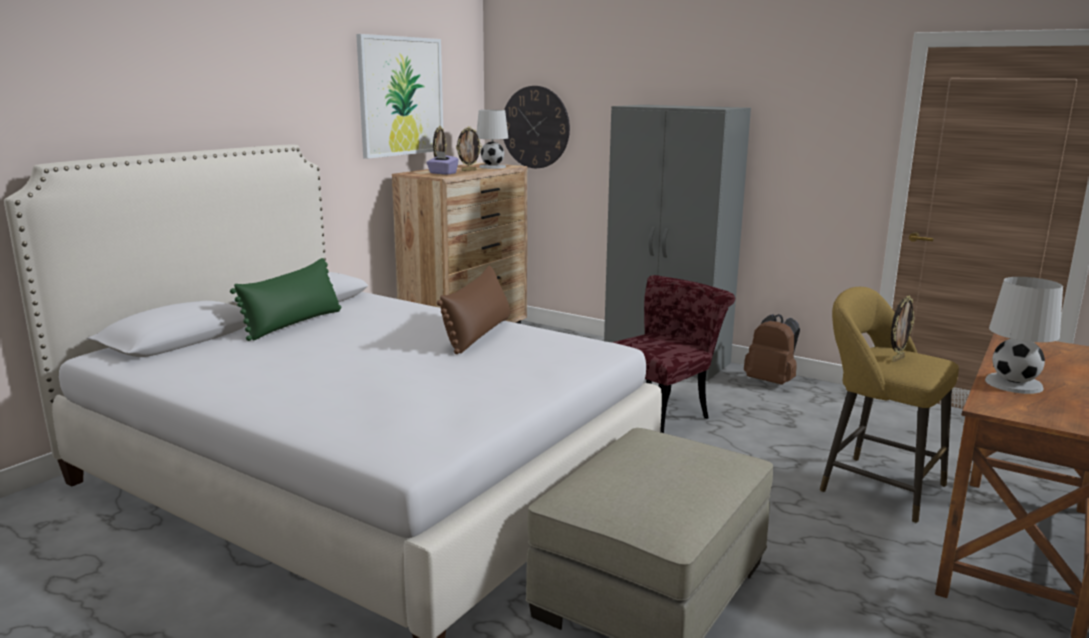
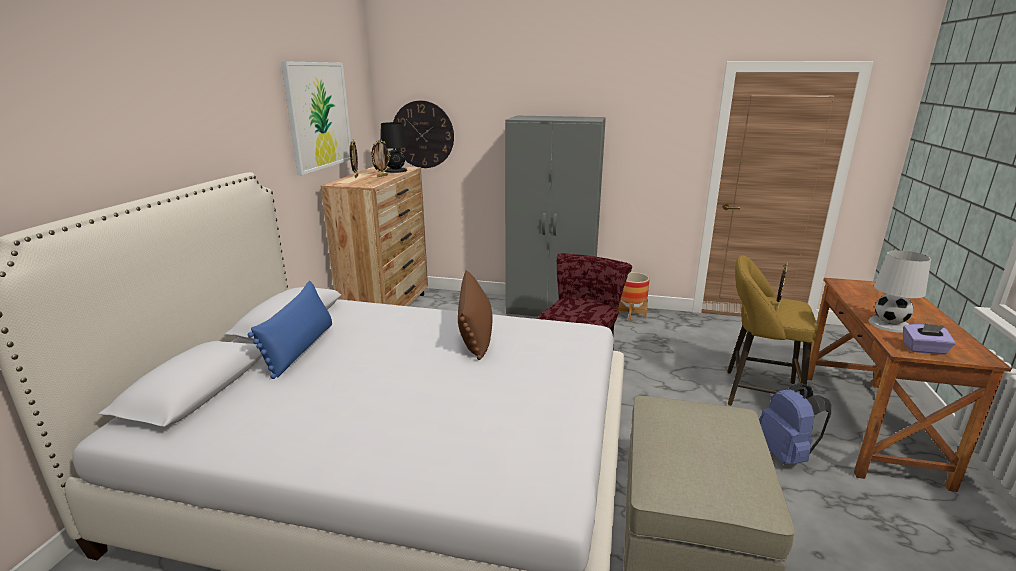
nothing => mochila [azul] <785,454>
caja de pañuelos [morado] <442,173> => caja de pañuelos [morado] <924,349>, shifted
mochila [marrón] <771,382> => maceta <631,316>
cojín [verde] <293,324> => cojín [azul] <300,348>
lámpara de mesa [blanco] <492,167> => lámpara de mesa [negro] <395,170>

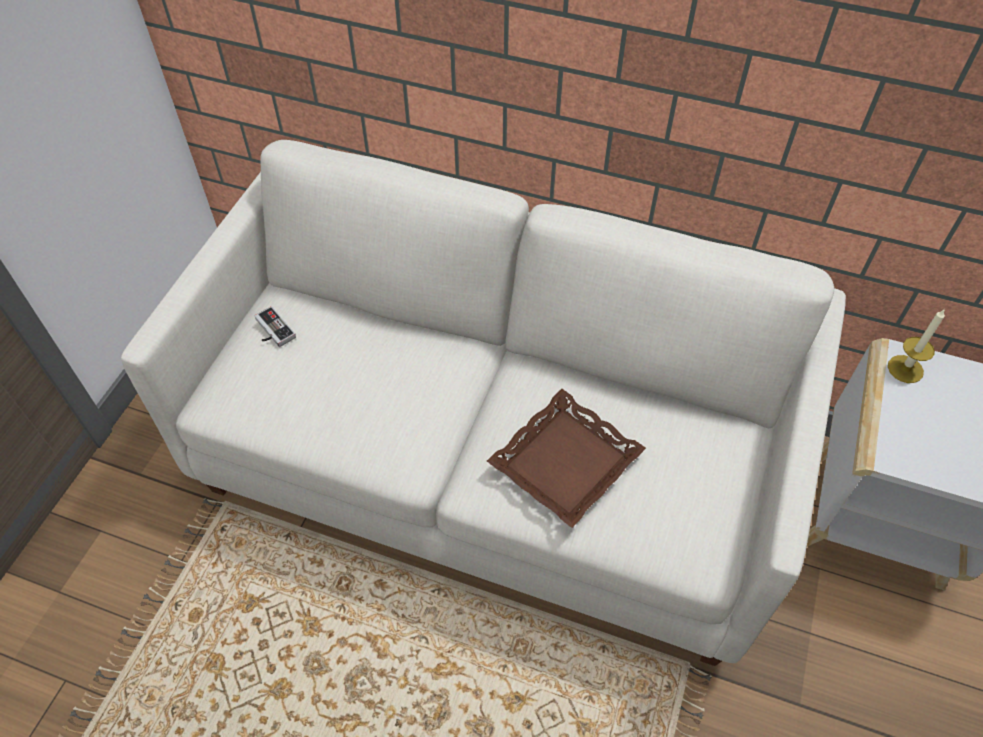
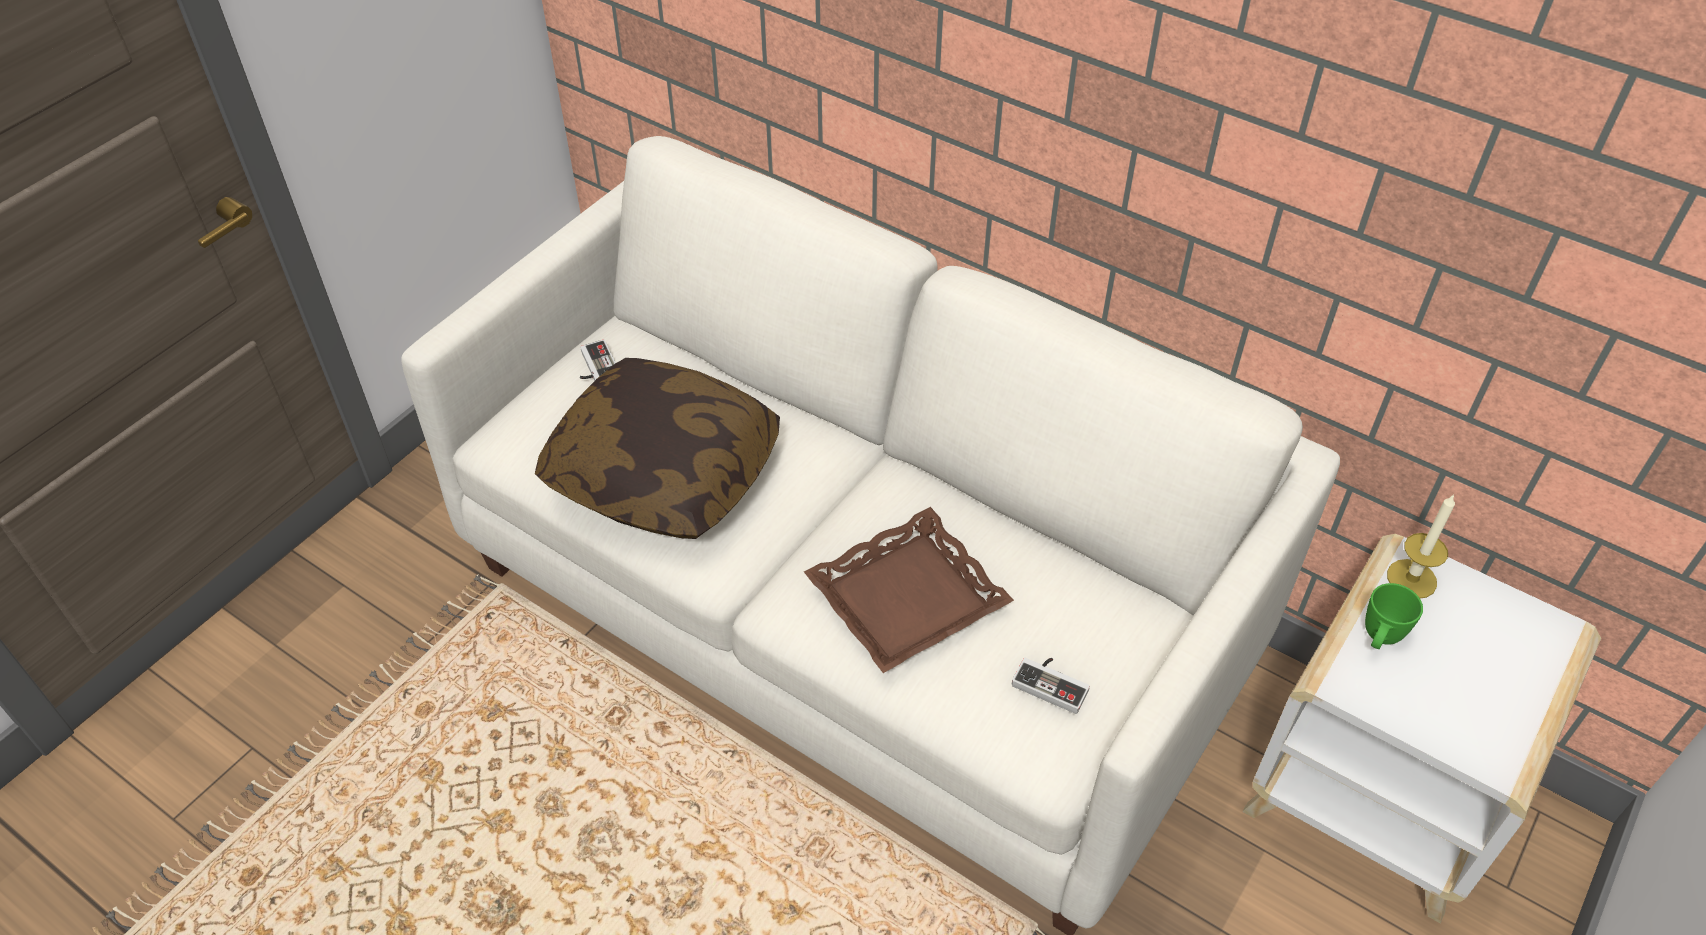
nothing => cojín <664,473>
nothing => mando de consola <1052,683>
nothing => taza grande [verde] <1379,639>

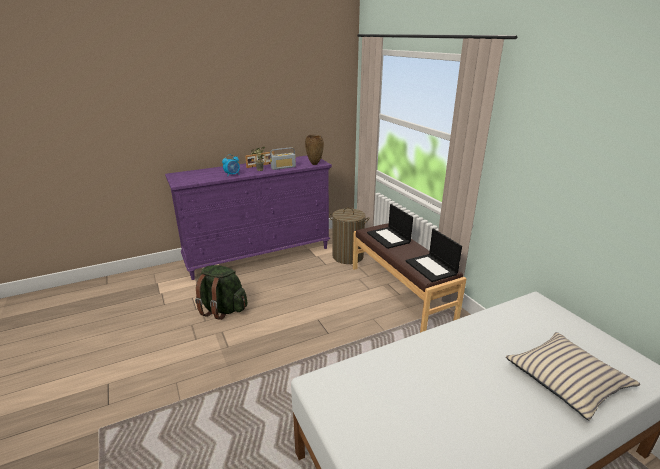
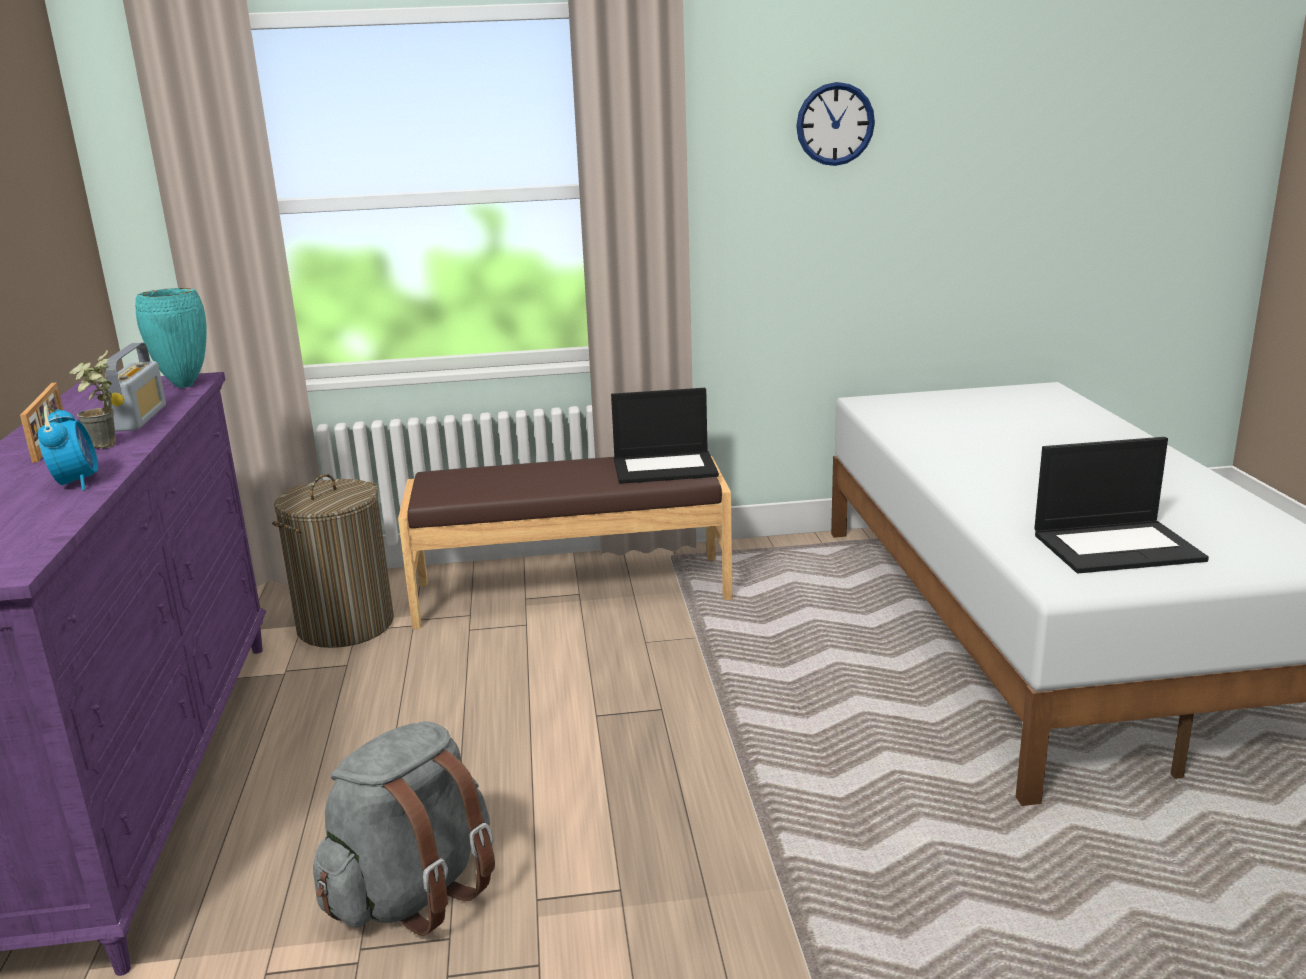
cojín [beis] <566,380> => nothing
nothing => reloj de pared <835,124>
portátil <389,238> => portátil <1118,546>, shifted
mochila [verde] <222,309> => mochila [gris] <413,892>
florero [marrón] <315,164> => florero [turquesa] <185,385>

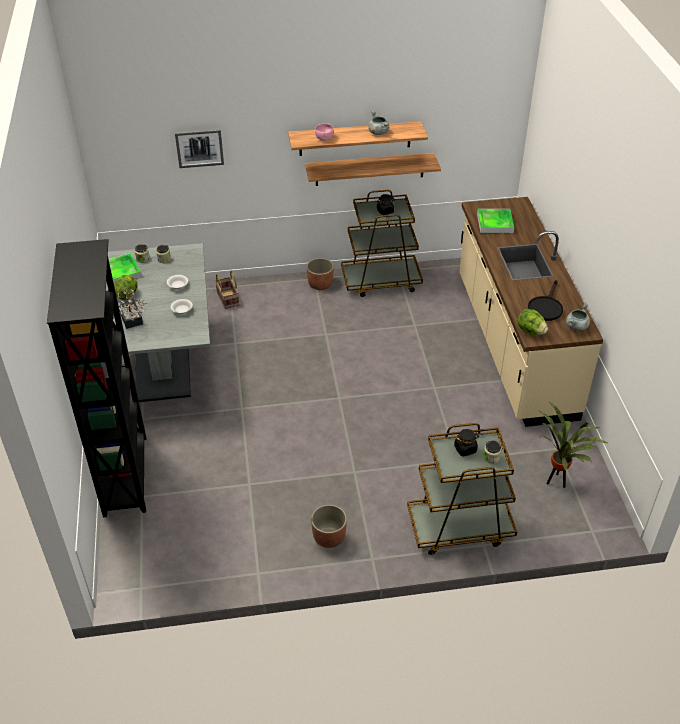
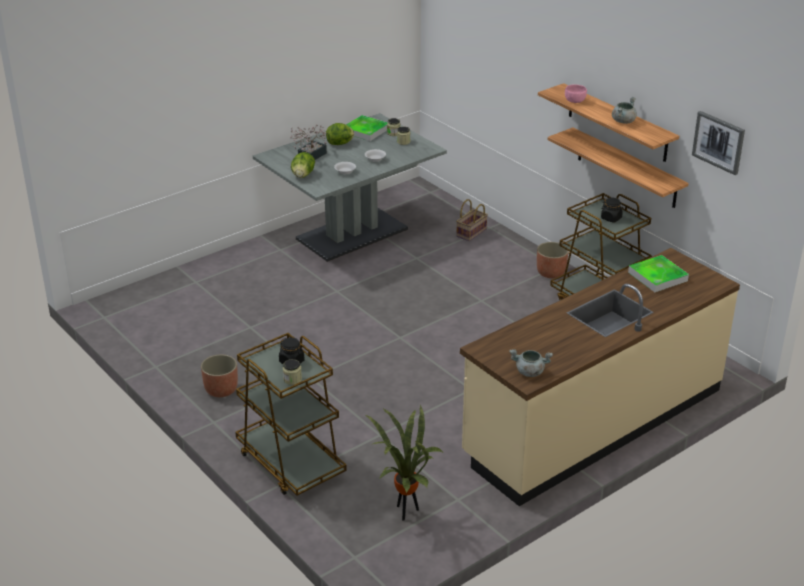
estantería [negro] <126,475> => nothing
sartén [negro] <545,307> => nothing
cuadro <199,147> => cuadro <719,142>, shifted
lechuga <530,331> => lechuga <303,175>, shifted

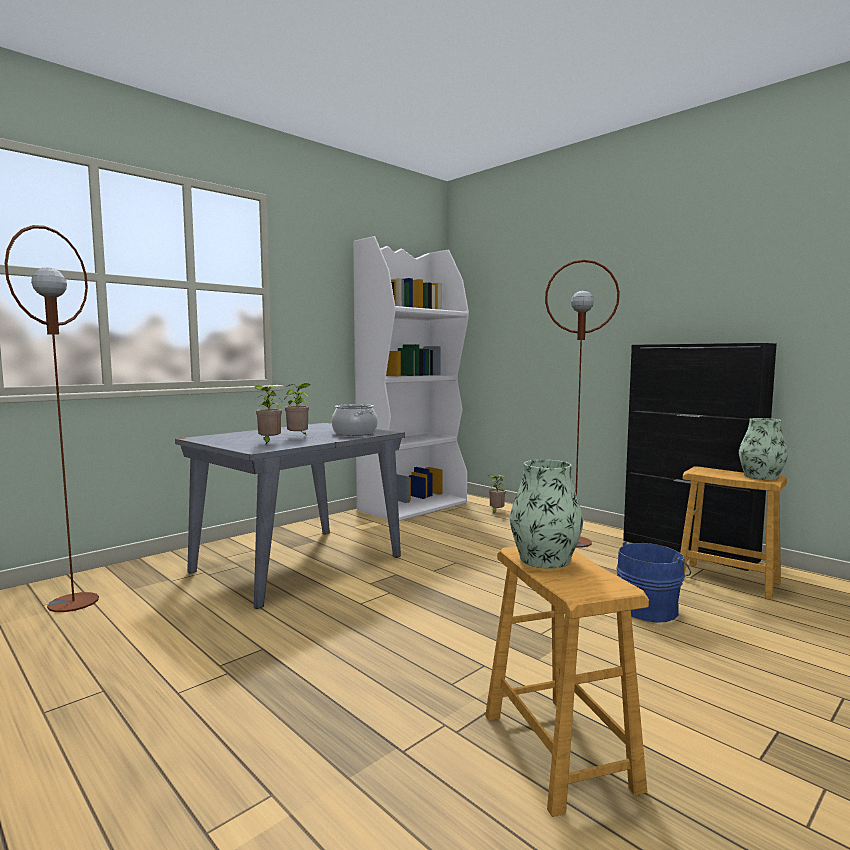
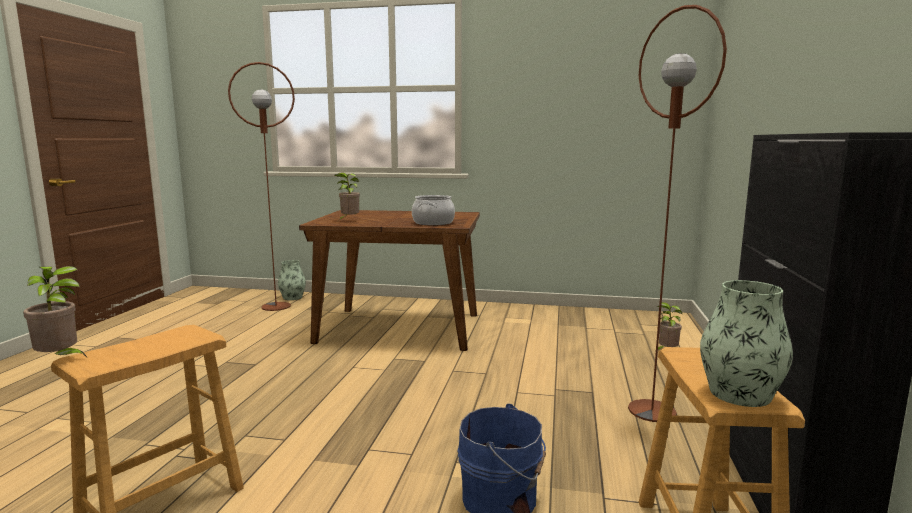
estantería [blanco] <413,506> => nothing
planta en maceta <299,437> => planta en maceta <60,360>, shifted
florero <545,559> => florero <292,297>, shifted
mesa de comedor [gris] <297,564> => mesa de comedor [marrón] <398,328>

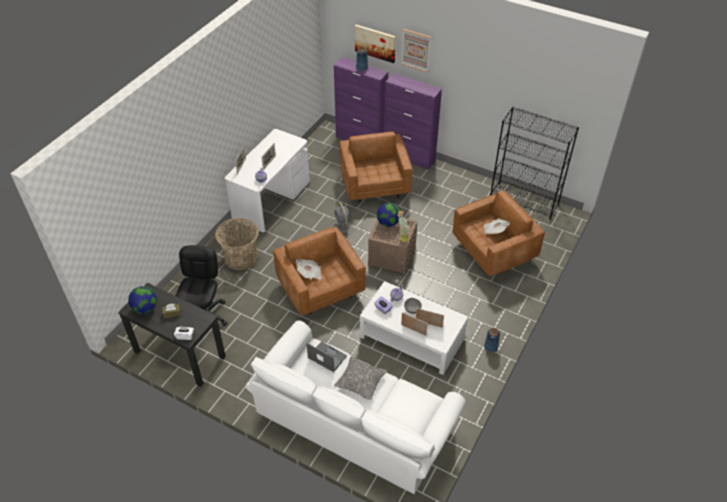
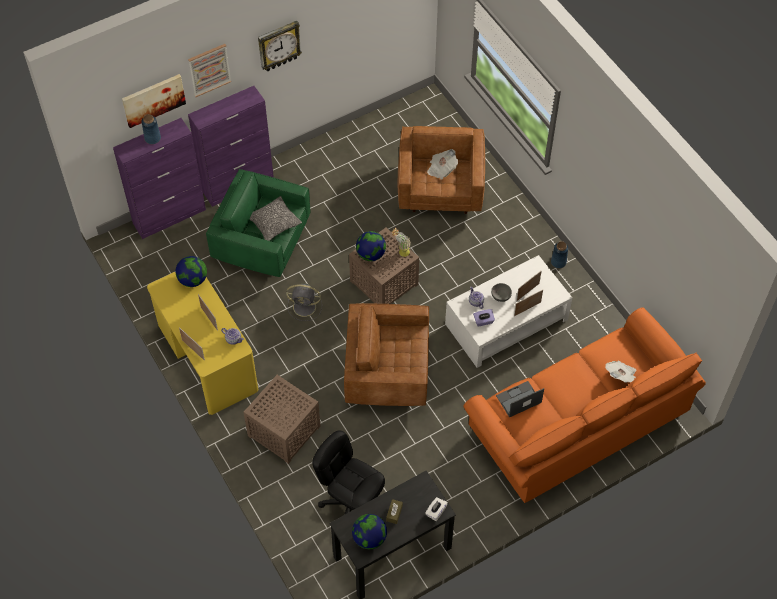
estantería [negro] <524,201> => nothing
nothing => globo terráqueo <193,280>
nothing => reloj de pared <279,45>
periódico <309,273> => periódico <620,375>, shifted
cojín <360,381> => cojín <274,223>, shifted
cesta <241,257> => mesa auxiliar [marrón] <283,431>
escritorio [blanco] <271,200> => escritorio [amarillo] <207,358>
sofá [blanco] <355,421> => sofá [naranja] <577,422>
sillón [marrón] <375,186> => sillón [verde] <262,243>

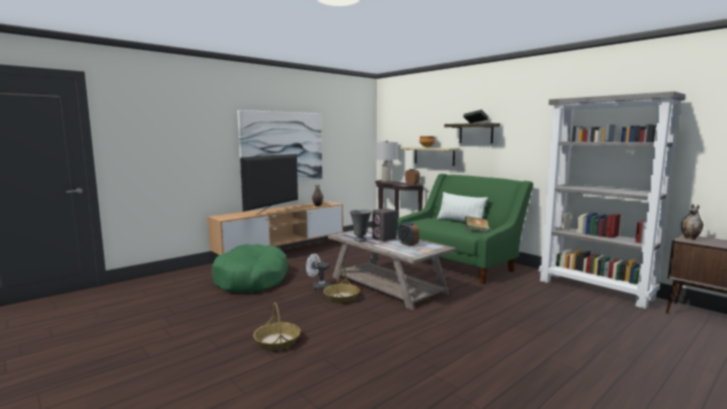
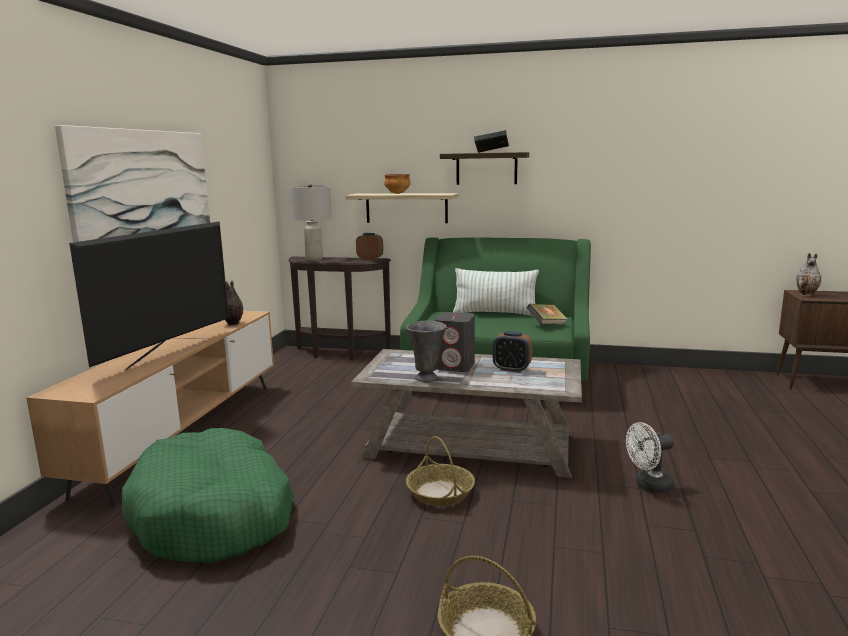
estantería [gris] <595,289> => nothing
ventilador [blanco] <318,287> => ventilador [blanco] <649,486>, shifted
televisor <273,211> => televisor <168,353>, 150 degrees counterclockwise

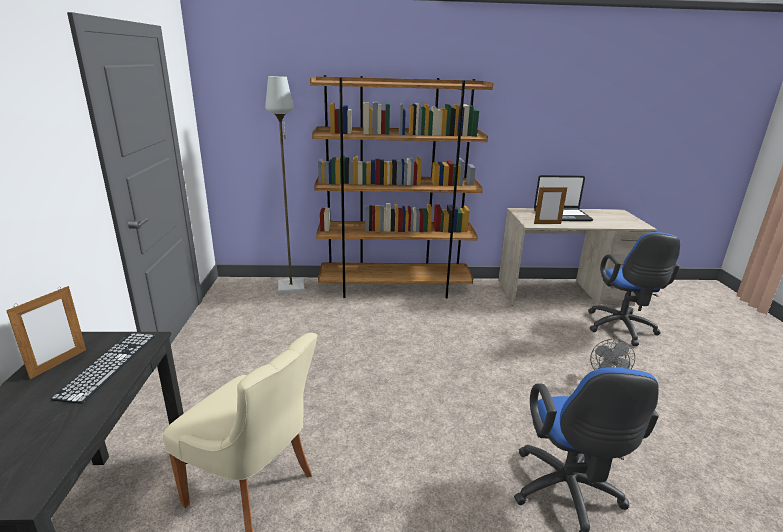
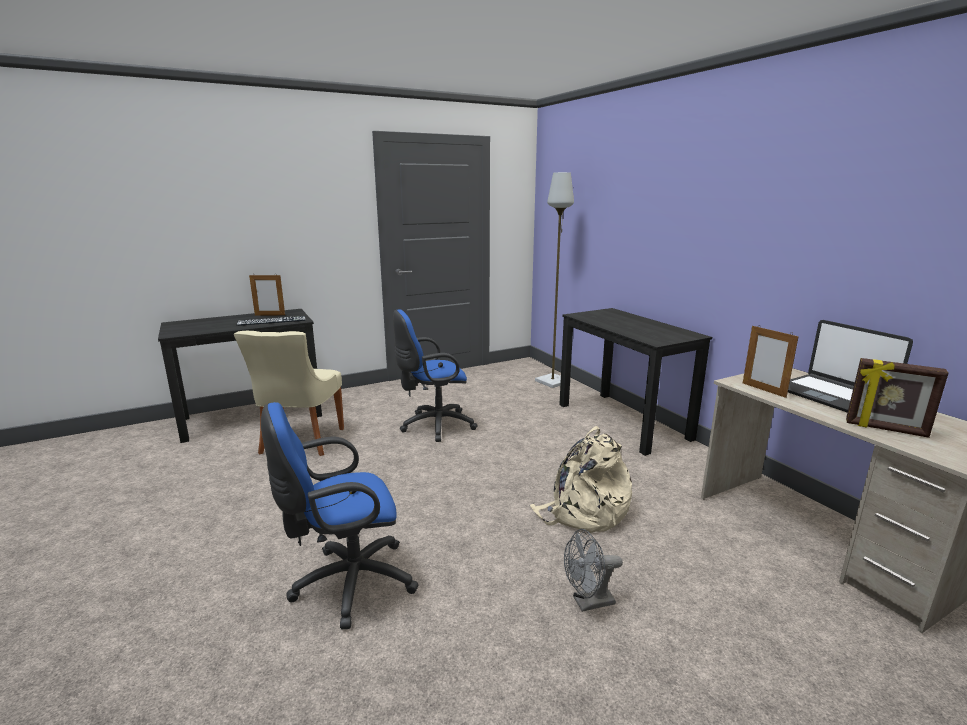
nothing => mochila [beis] <583,512>
nothing => portarretratos <885,429>
silla de oficina [azul] <621,329> => silla de oficina [azul] <434,426>, shifted
estantería [marrón] <395,288> => escritorio [negro] <623,421>

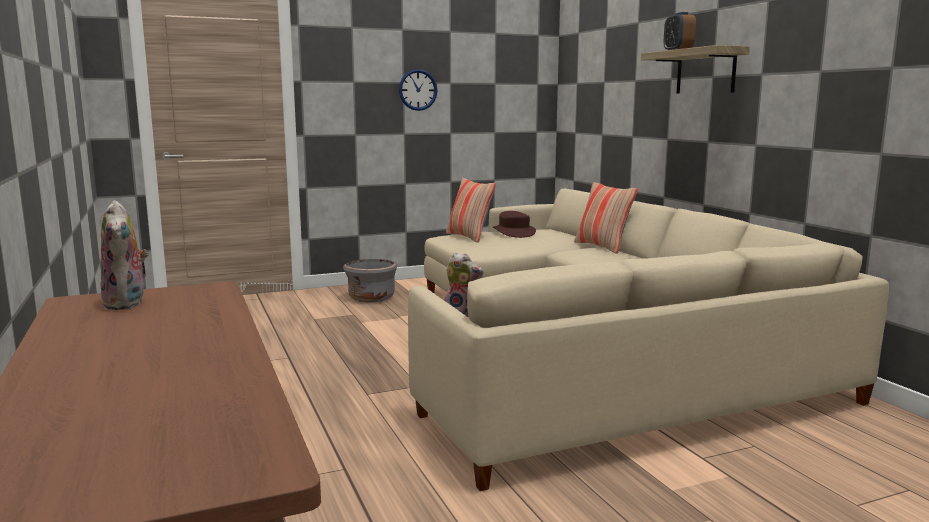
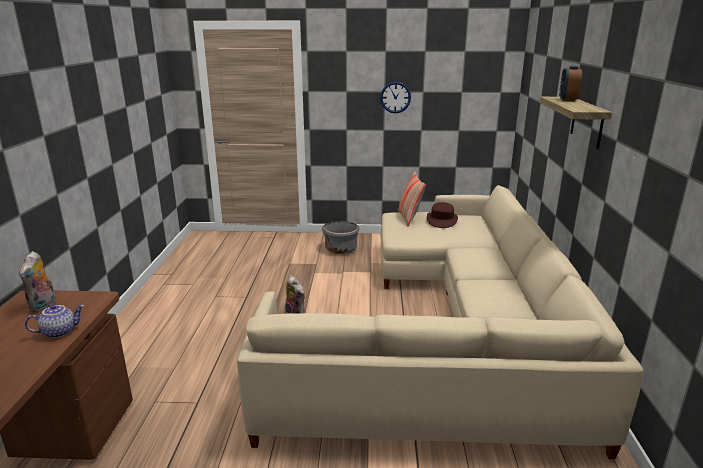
cojín <602,247> => nothing
nothing => tetera <59,331>

